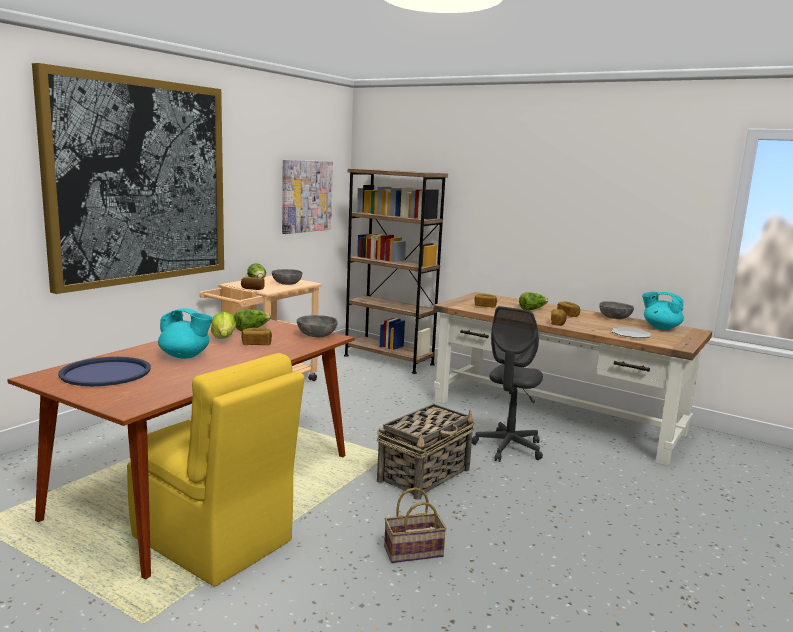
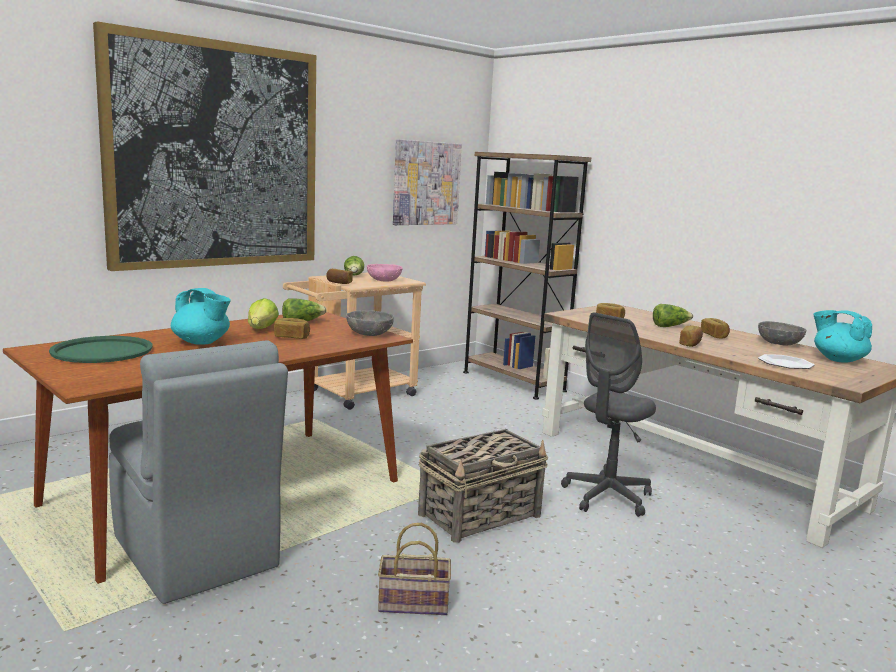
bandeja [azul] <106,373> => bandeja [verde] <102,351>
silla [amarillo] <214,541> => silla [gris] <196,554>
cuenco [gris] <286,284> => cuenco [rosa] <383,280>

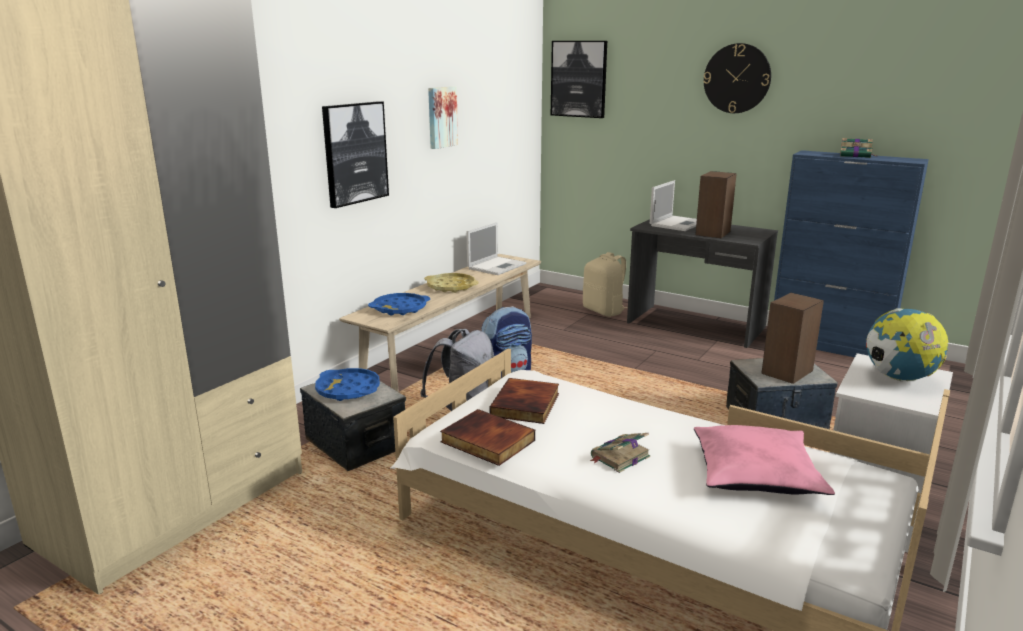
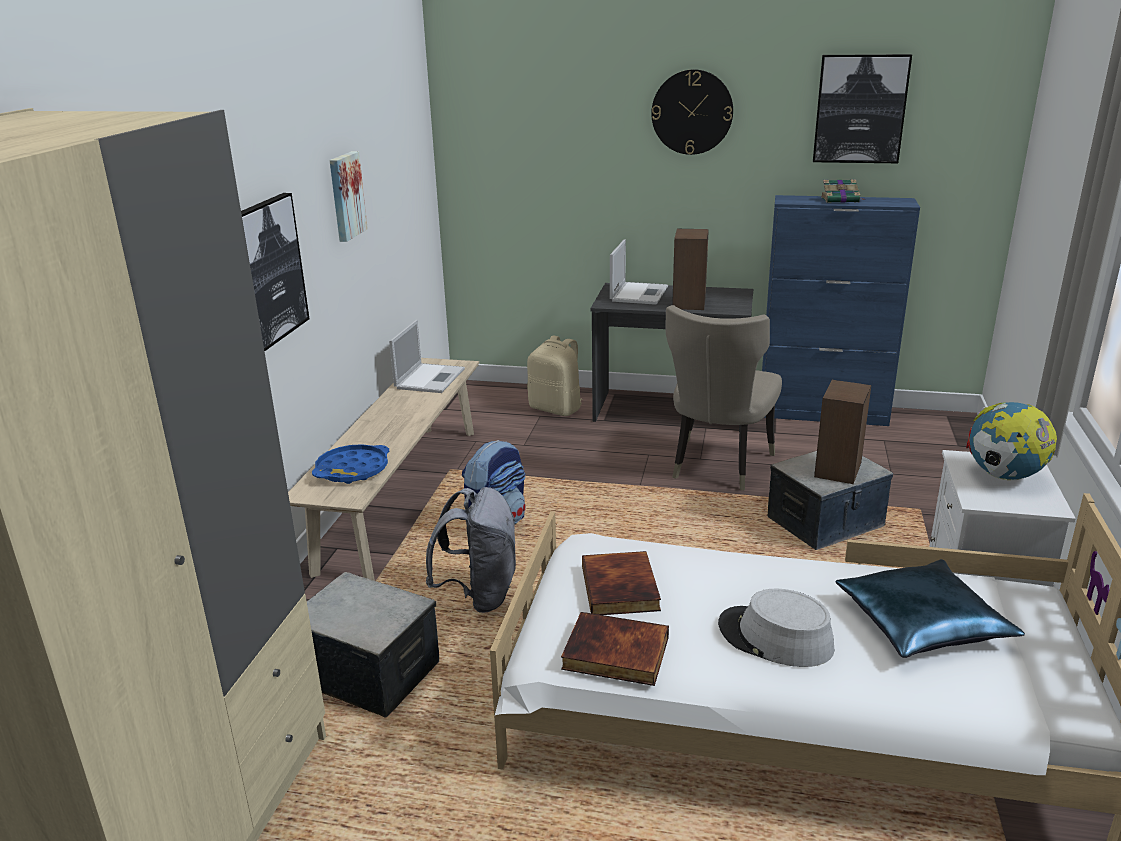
bandeja [azul] <348,390> => nothing
bandeja [amarillo] <451,287> => nothing
nothing => silla [beis] <717,467>
cuadro <579,79> => cuadro <860,109>, shifted
libro <619,457> => sombrero [gris] <775,638>
cojín [rosa] <756,473> => cojín [azul] <921,622>

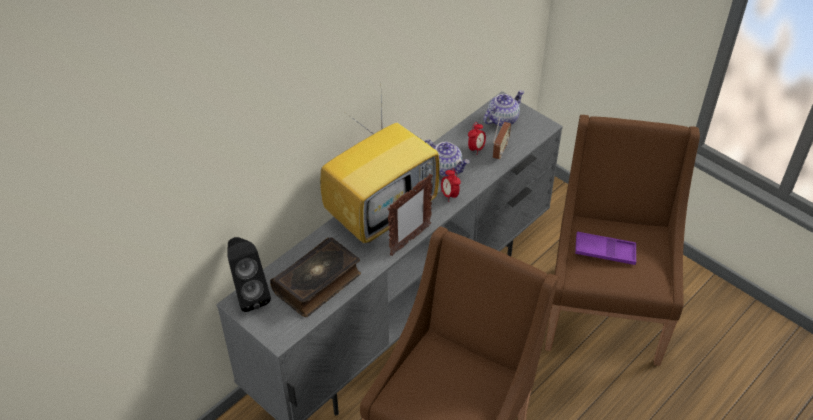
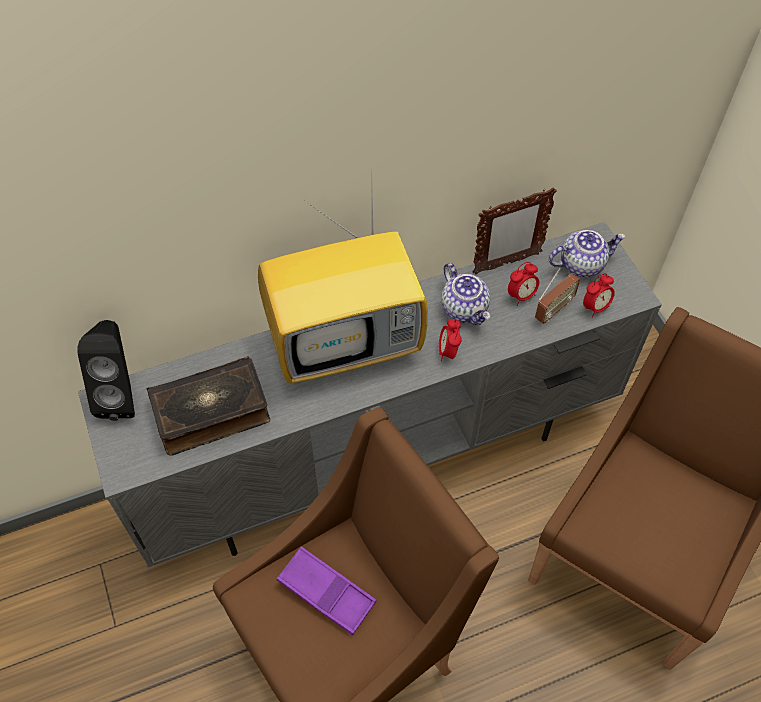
nothing => despertador <595,307>
portarretratos <409,240> => portarretratos <506,263>, shifted
bandeja [morado] <605,251> => bandeja [morado] <326,592>, shifted

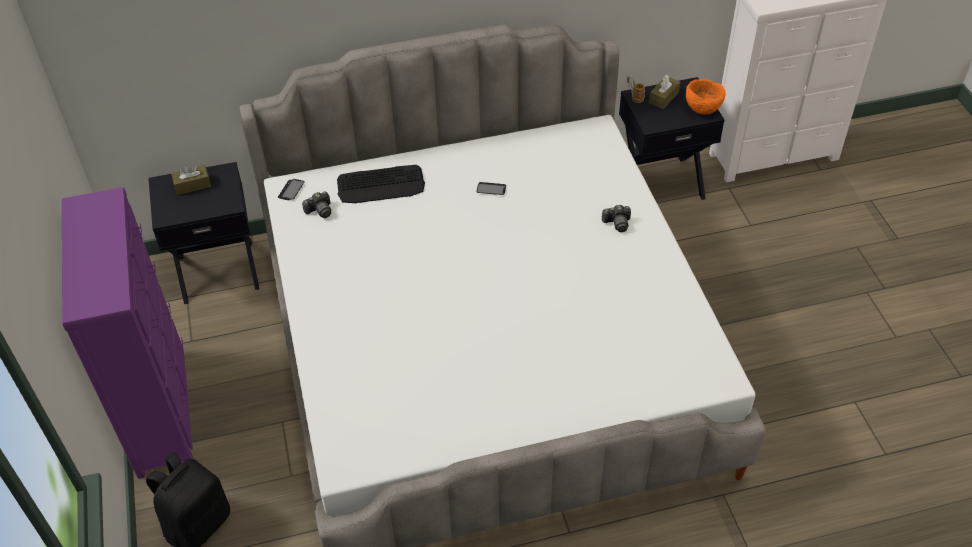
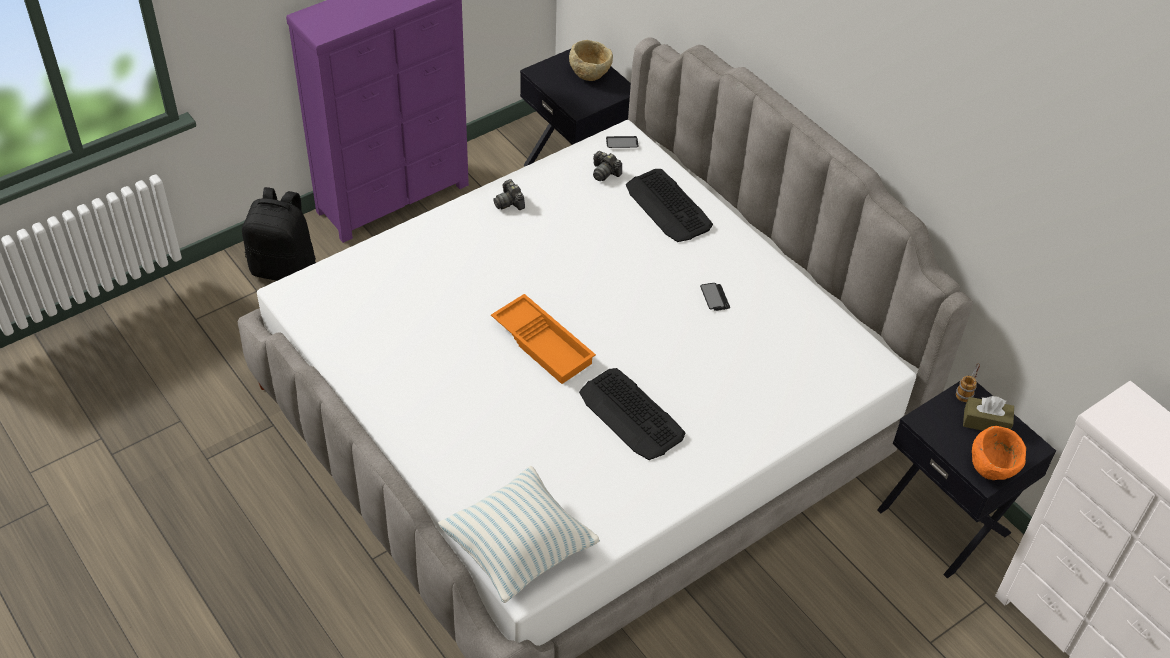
nothing => cojín <518,550>
nothing => bandeja [naranja] <544,343>
nothing => teclado <631,415>
cámara <617,223> => cámara <509,202>, shifted
caja de pañuelos [marrón] <192,185> => cuenco [beis] <590,74>

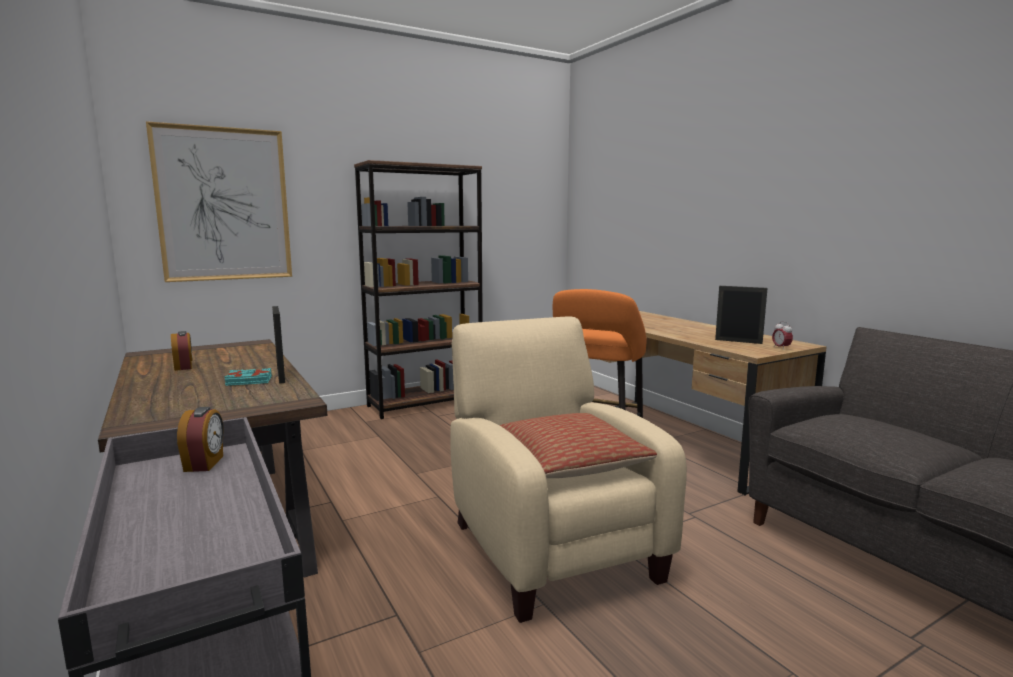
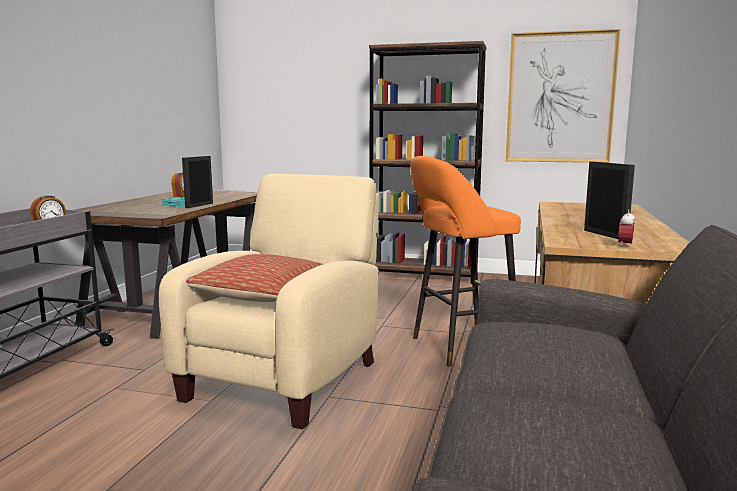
cuadro <224,205> => cuadro <560,98>, shifted

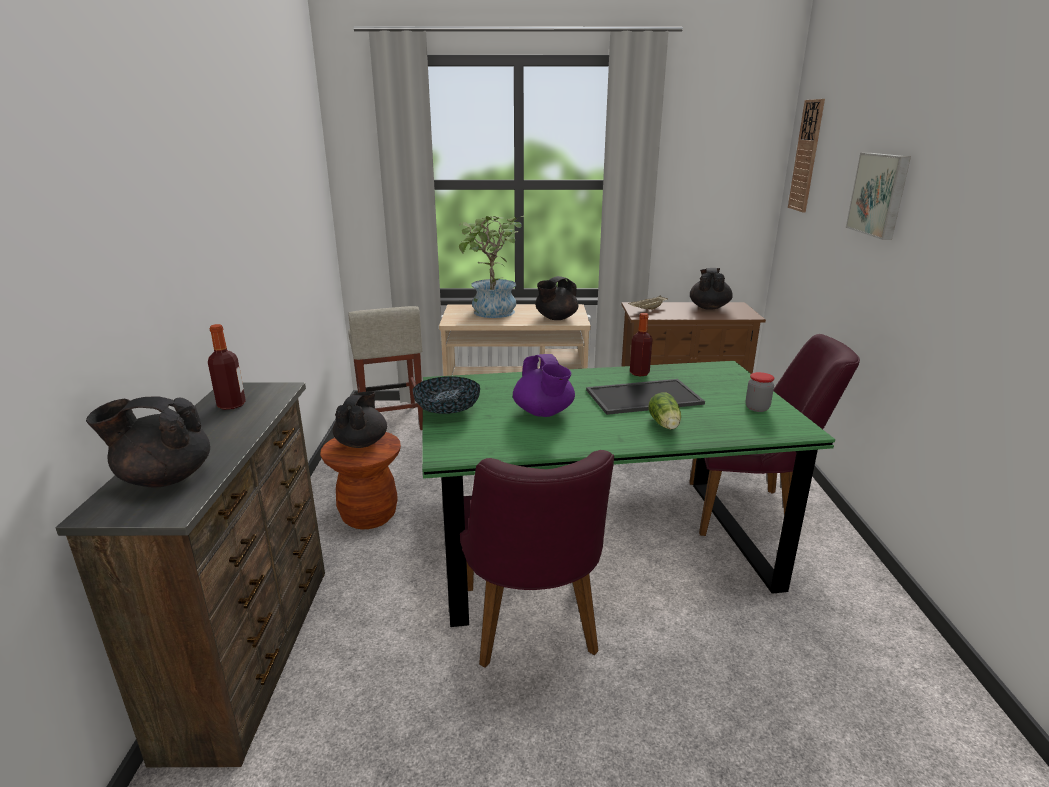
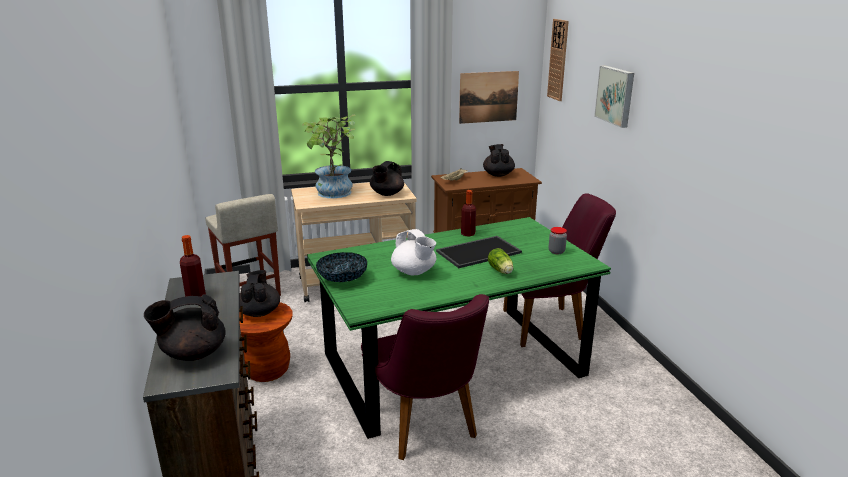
nothing => cuadro <488,97>
tetera [morado] <544,413> => tetera [blanco] <414,272>

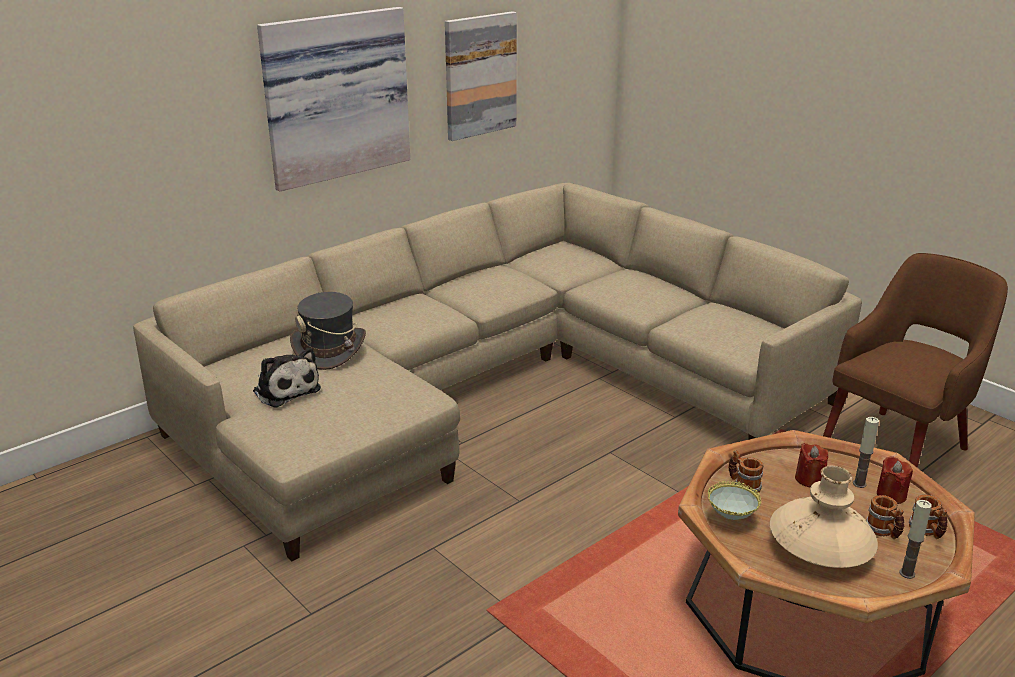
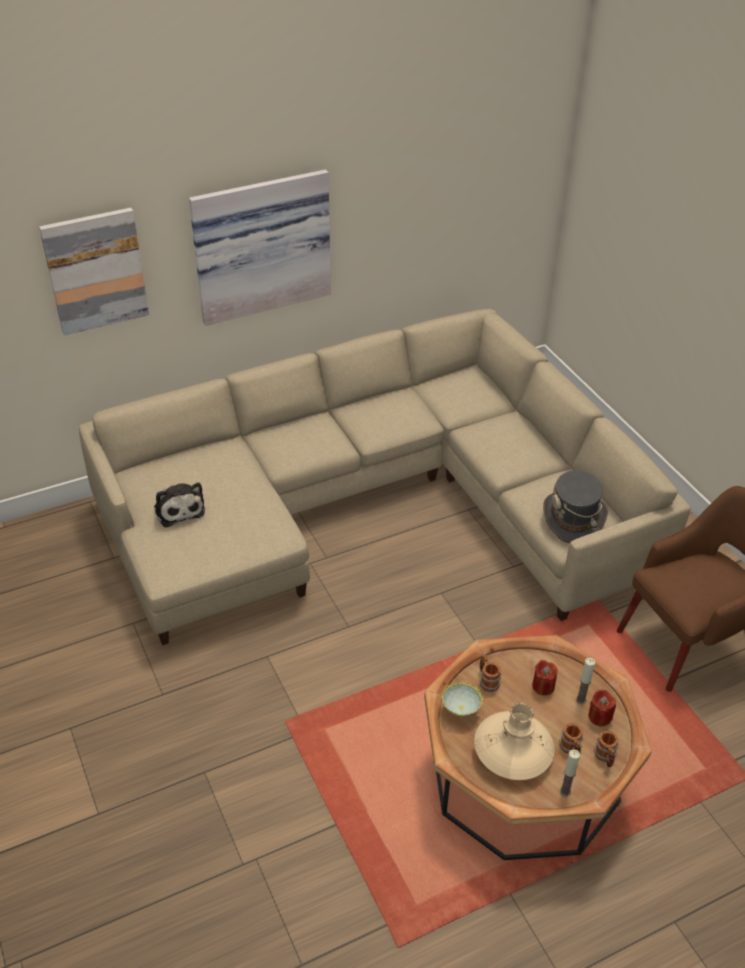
sombrero [gris] <329,349> => sombrero [gris] <573,519>, shifted
cuadro <480,75> => cuadro <95,271>, shifted

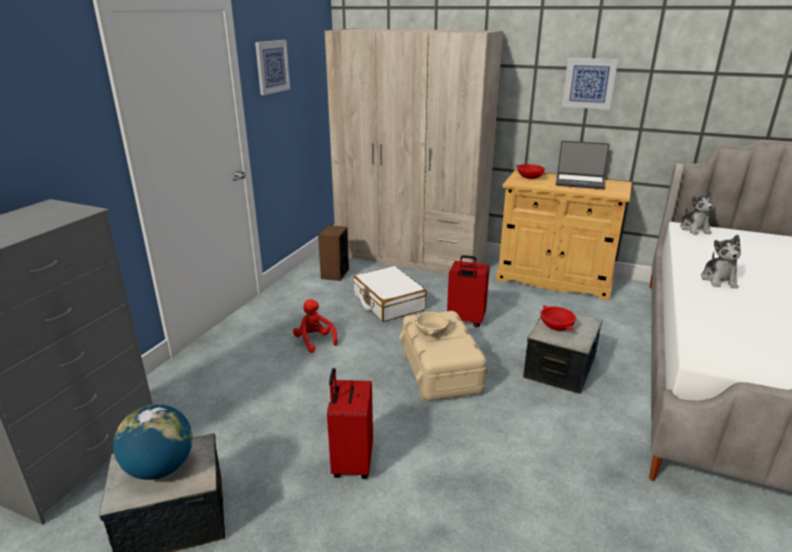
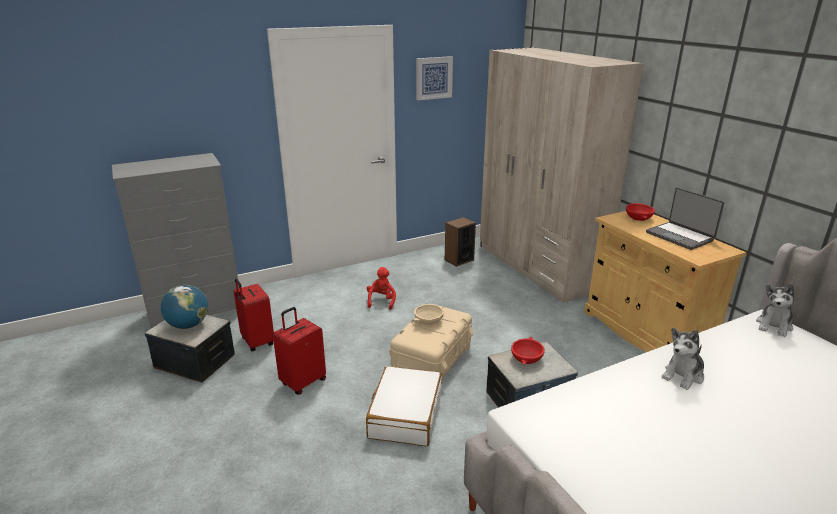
cuadro <589,83> => nothing
maleta [blanco] <388,303> => maleta [blanco] <405,415>, shifted
maleta [rojo] <465,320> => maleta [rojo] <256,342>, shifted

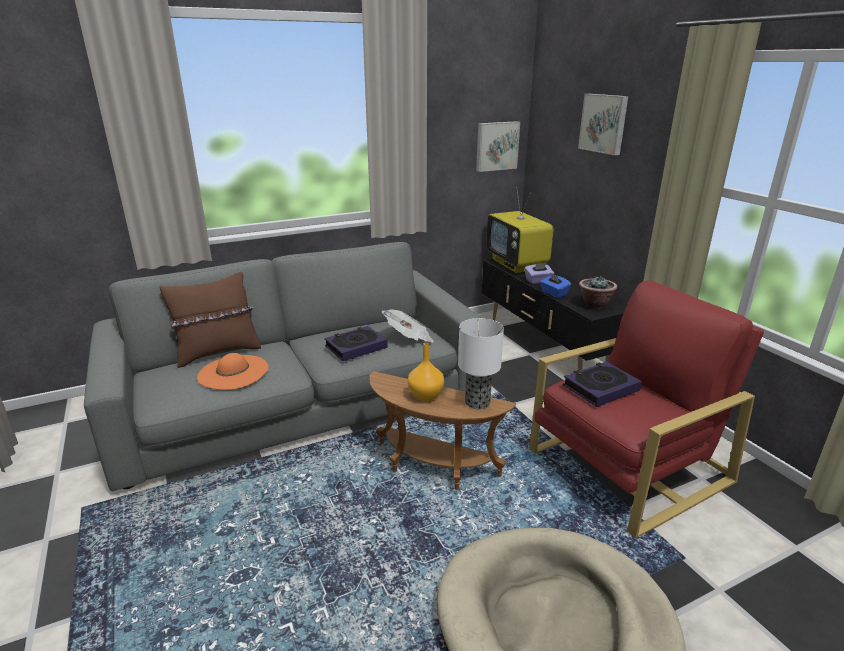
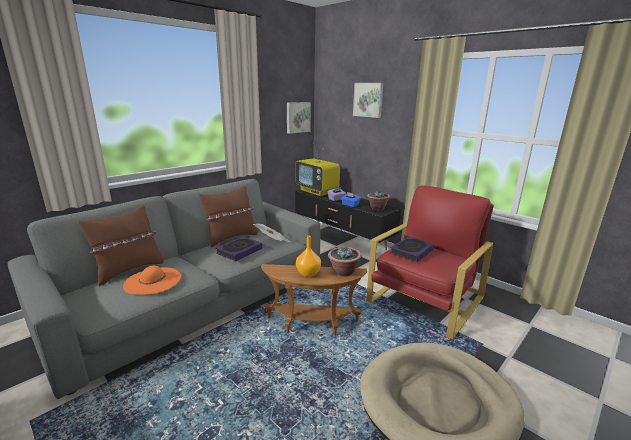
nothing => cojín [marrón] <231,238>
lámpara de mesa <477,403> => planta en maceta <343,272>

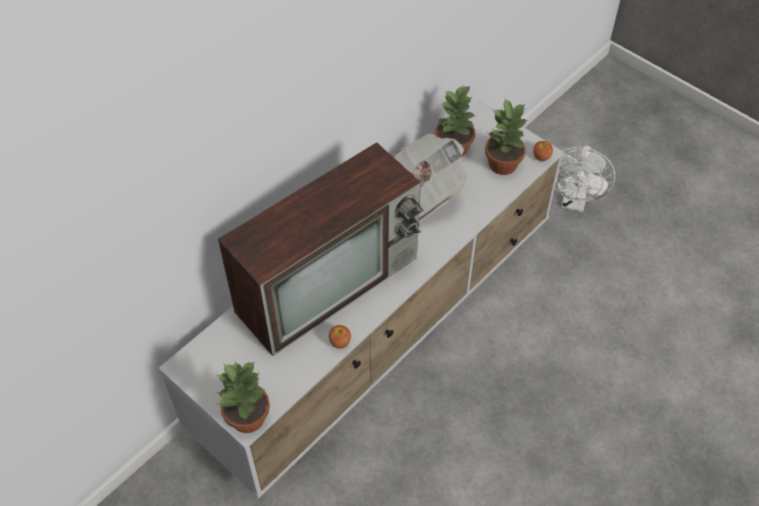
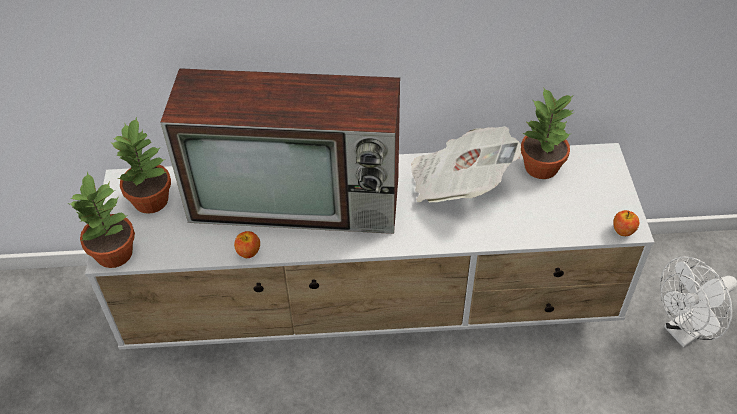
planta en maceta <503,163> => planta en maceta <152,200>, shifted

